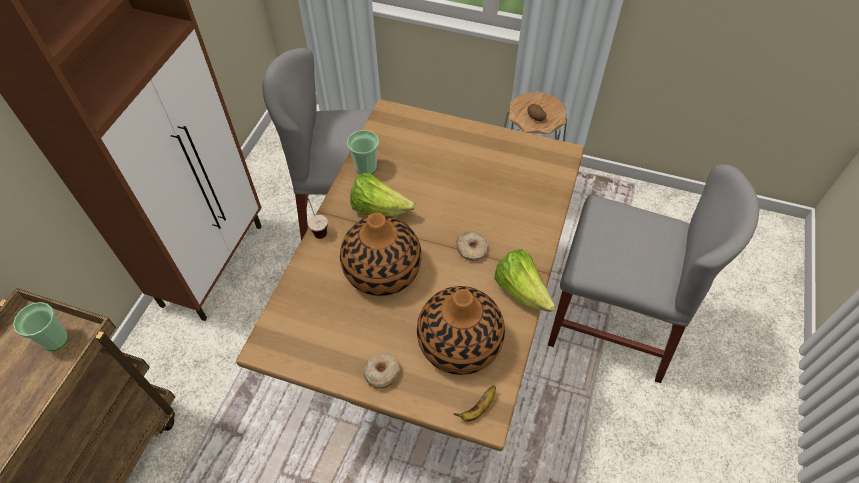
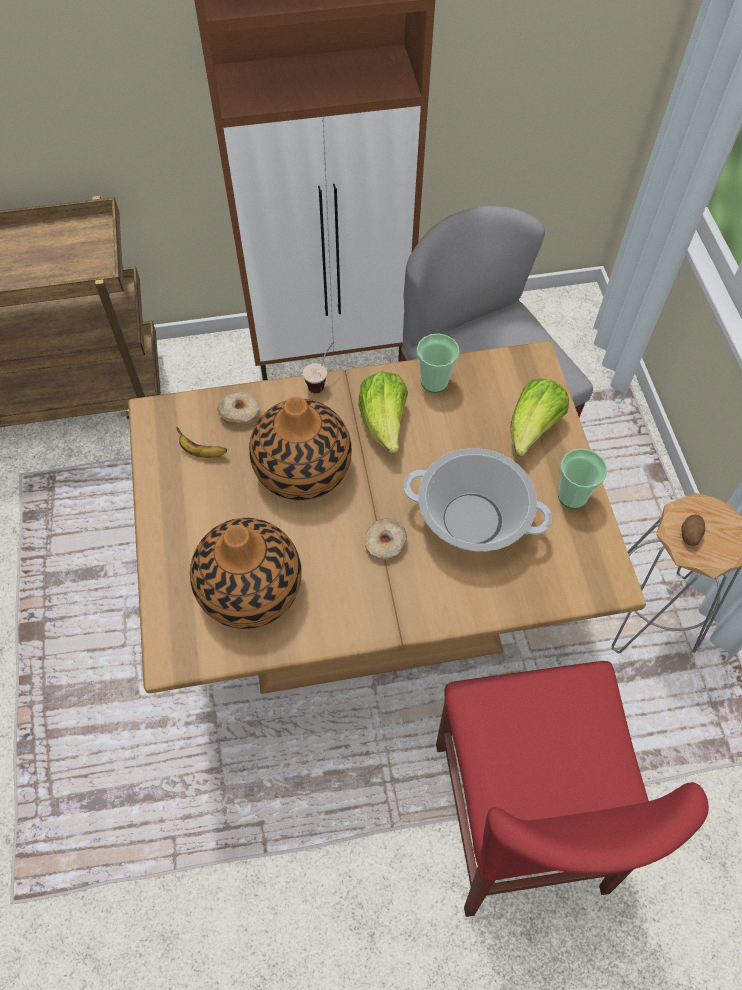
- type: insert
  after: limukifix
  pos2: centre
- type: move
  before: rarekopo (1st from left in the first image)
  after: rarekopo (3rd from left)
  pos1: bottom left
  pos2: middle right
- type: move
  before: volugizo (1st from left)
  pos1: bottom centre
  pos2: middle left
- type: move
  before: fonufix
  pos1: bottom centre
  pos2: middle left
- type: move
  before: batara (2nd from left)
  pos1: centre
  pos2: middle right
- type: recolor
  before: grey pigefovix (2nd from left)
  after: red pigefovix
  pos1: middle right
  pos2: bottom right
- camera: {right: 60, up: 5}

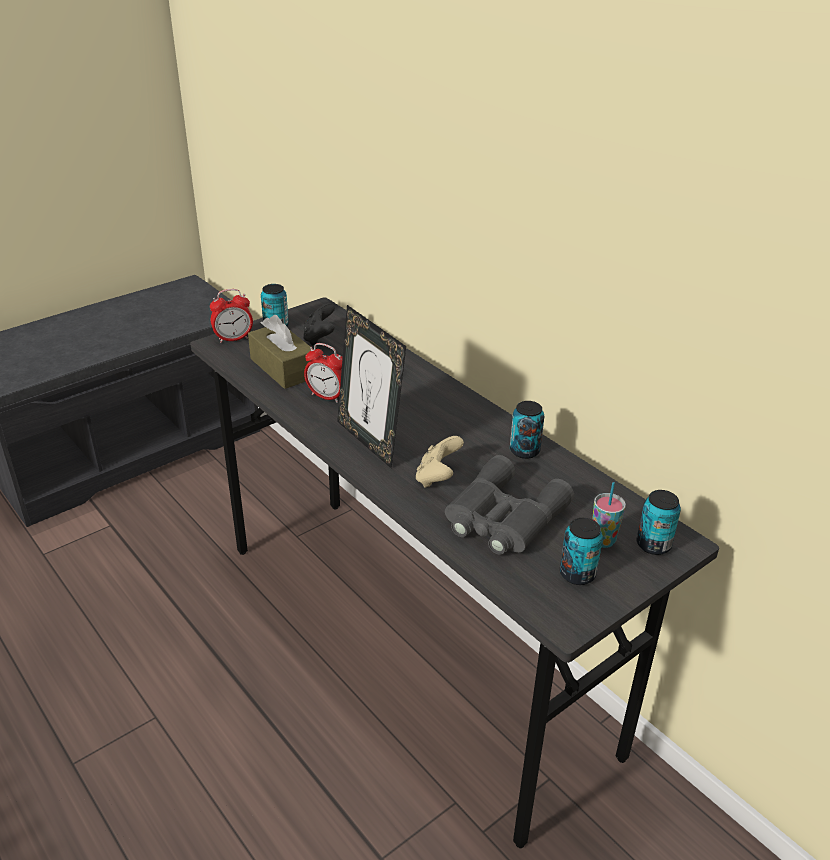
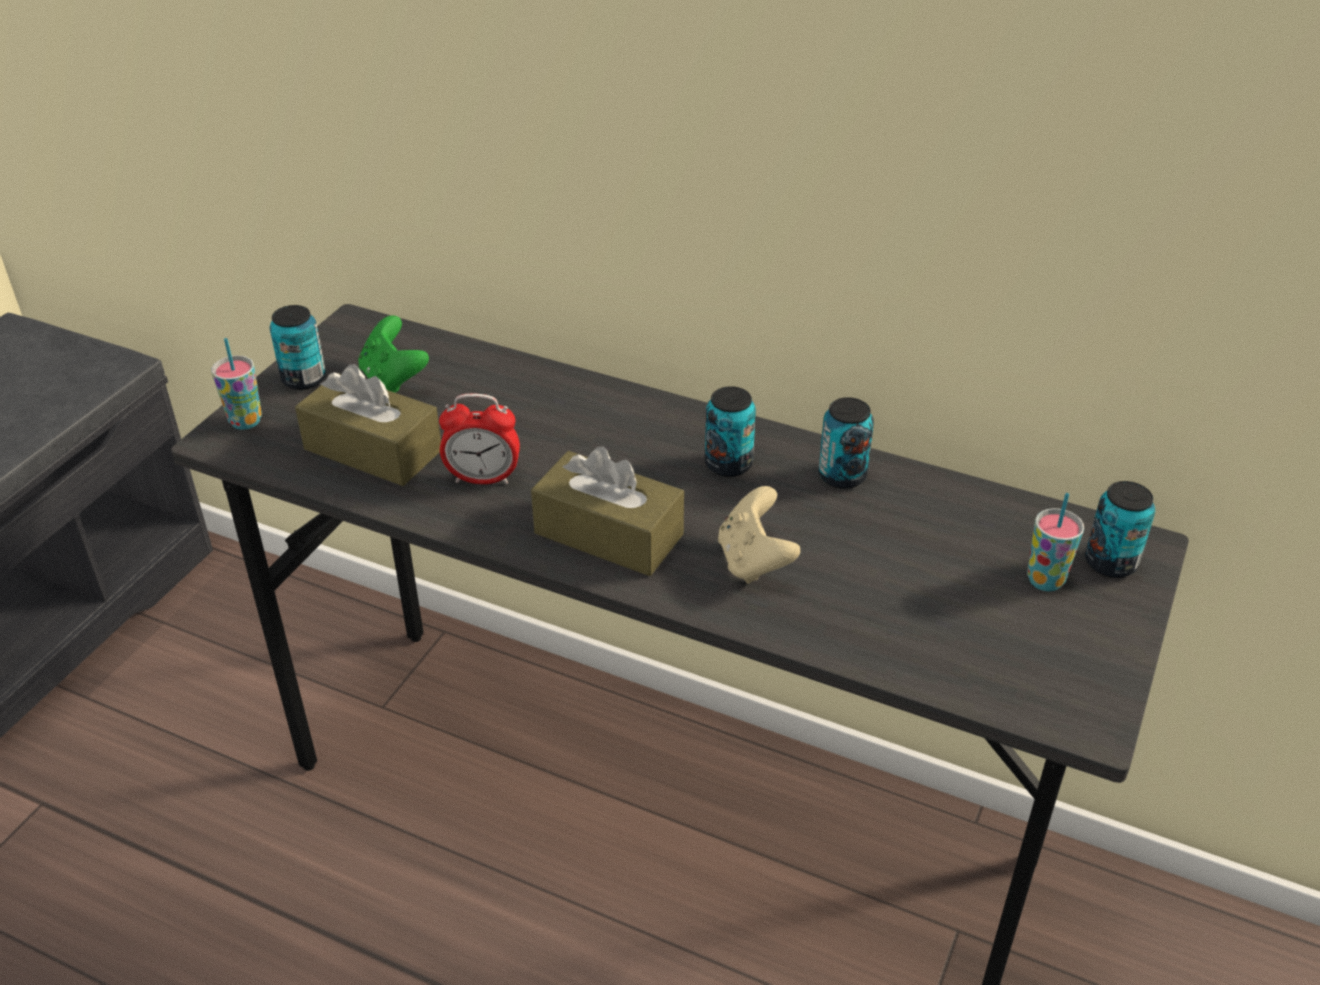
- type: delete
  before: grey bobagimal
  pos1: centre
- type: move
  before: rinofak (3rd from left in the first image)
  after: rinofak (2nd from left)
  pos1: middle right
  pos2: centre
- type: replace
  before: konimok (1st from left)
  after: rarekopo (1st from left)
  pos1: middle left
  pos2: middle left
- type: replace
  before: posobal
  after: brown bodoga (2nd from left)
  pos1: centre
  pos2: centre
- type: recolor
  before: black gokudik
  after: green gokudik
  pos1: centre
  pos2: middle left
- camera: {right: -25, up: 5}

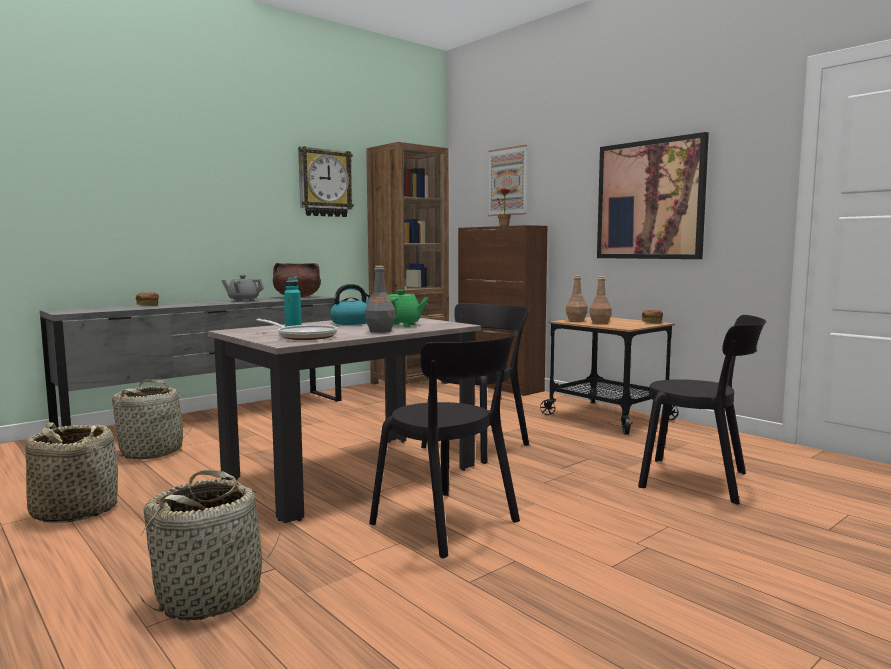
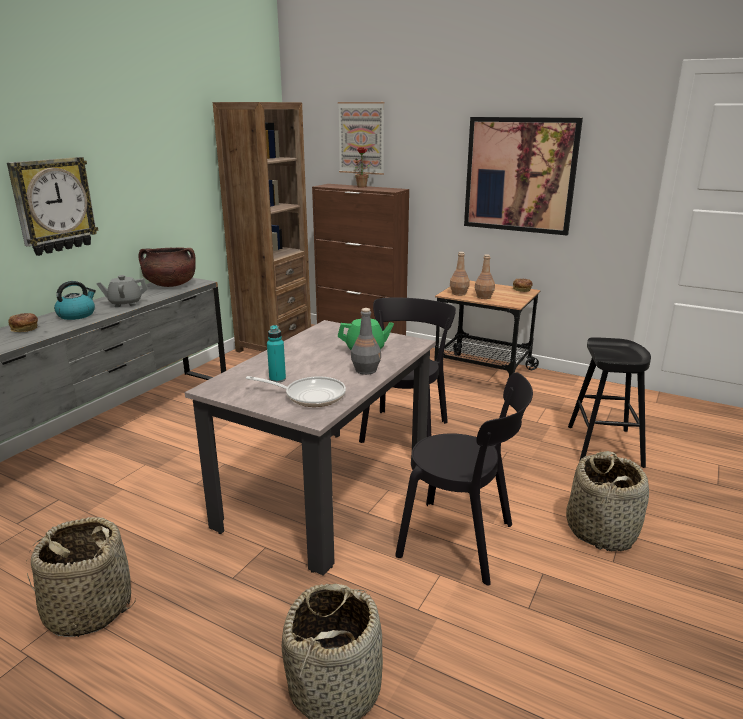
- type: move
  before: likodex (2nd from left in the first image)
  after: likodex (3rd from left)
  pos1: middle left
  pos2: bottom right
- type: move
  before: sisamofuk
  pos1: top centre
  pos2: top left
- type: move
  before: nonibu
  pos1: centre
  pos2: middle left
- type: replace
  before: black pigefovix (3rd from left)
  after: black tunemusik
  pos1: middle right
  pos2: middle right
- camera: {right: -20, up: 15}

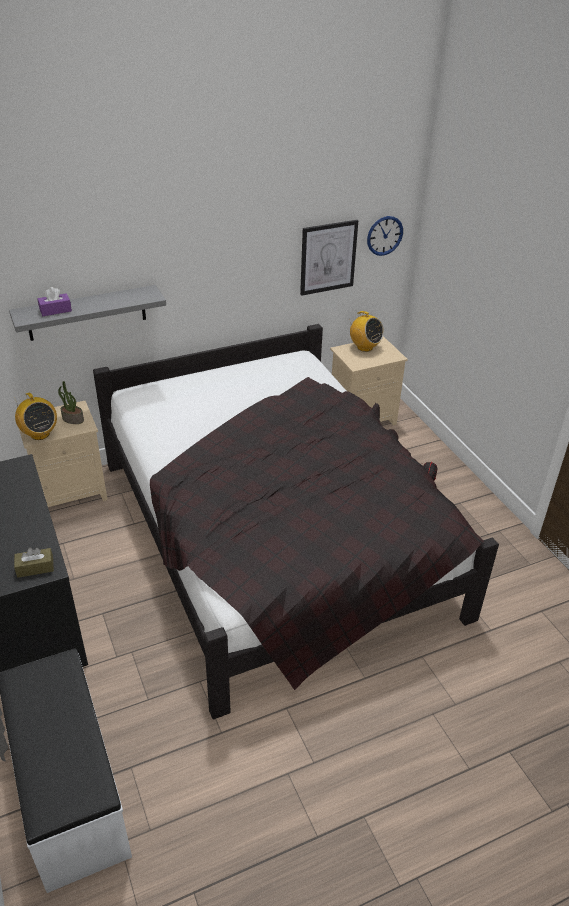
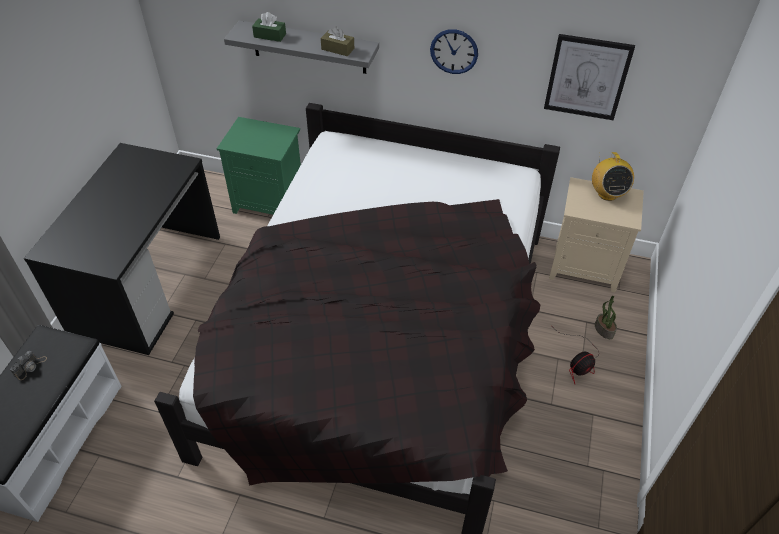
- type: delete
  before: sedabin (1st from left)
  pos1: middle left
- type: insert
  after: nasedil
  pos2: bottom left
- type: move
  before: brown bodoga
  pos1: middle left
  pos2: top centre
- type: move
  before: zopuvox
  pos1: middle left
  pos2: middle right
- type: move
  before: sisamofuk
  pos1: top right
  pos2: top centre
- type: recolor
  before: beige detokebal (1st from left)
  after: green detokebal
  pos1: middle left
  pos2: top left
- type: recolor
  before: purple bodoga
  after: green bodoga
  pos1: top left
  pos2: top centre
- camera: {right: 40, up: 10}

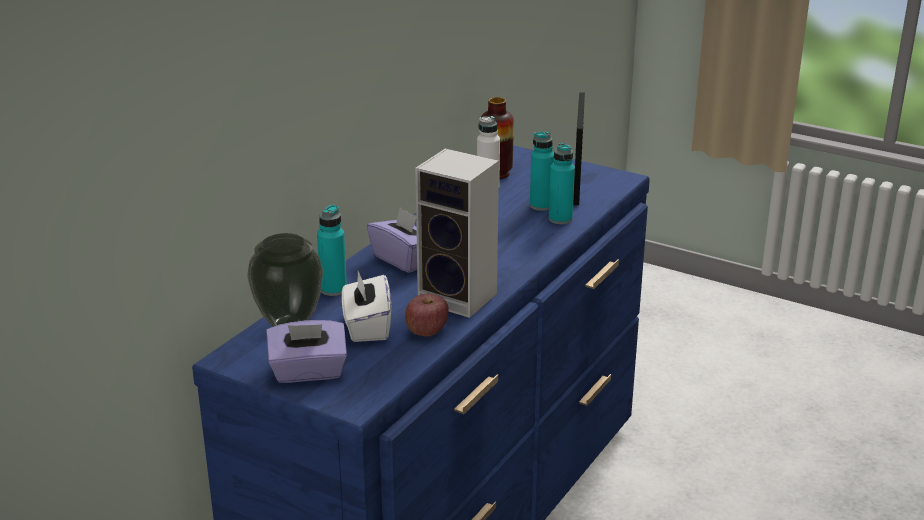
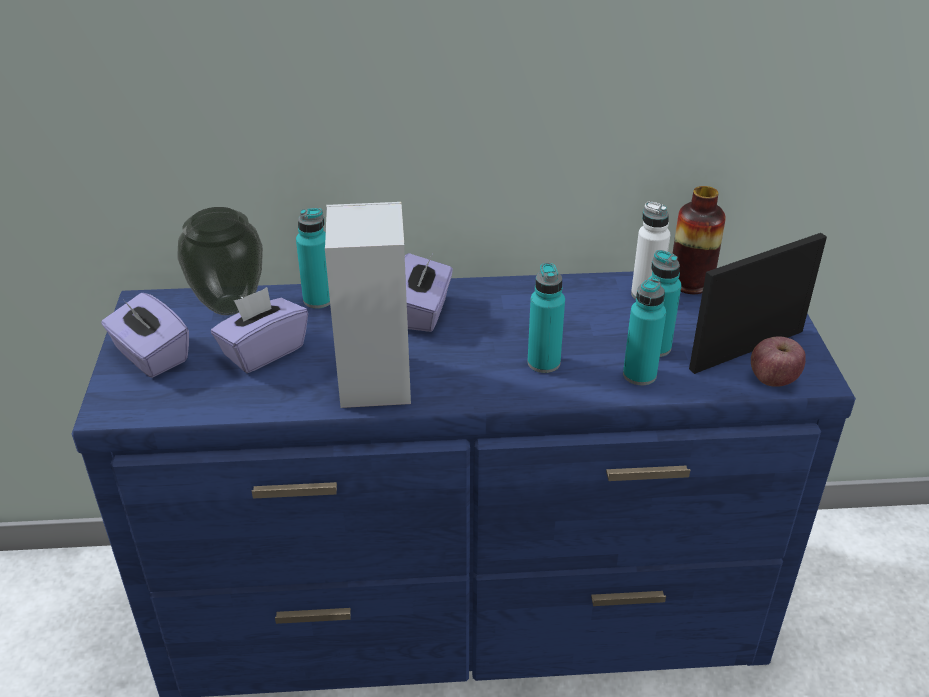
- type: insert
  after: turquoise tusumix (2nd from left)
  pos2: centre
- type: move
  before: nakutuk
  pos1: centre
  pos2: middle right
- type: recolor
  before: white bodoga
  after: purple bodoga (2nd from left)
  pos1: centre
  pos2: middle left
- camera: {right: 55, up: 10}

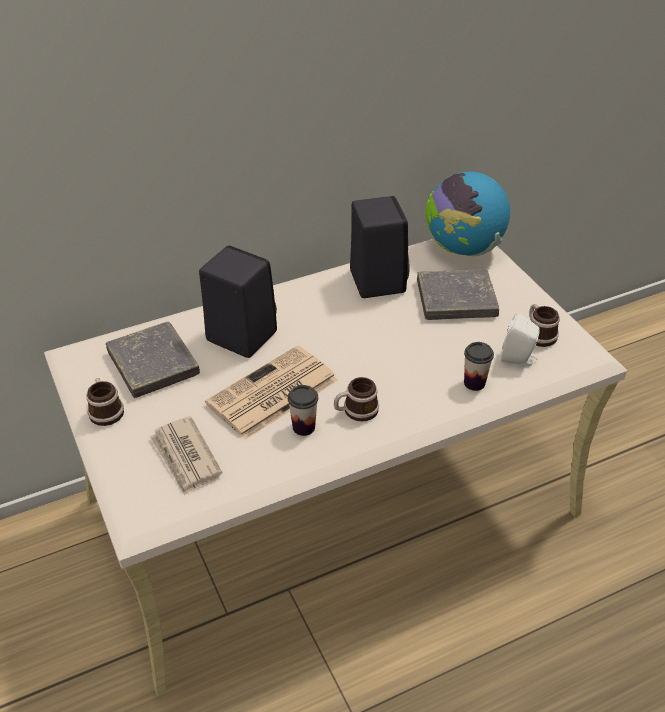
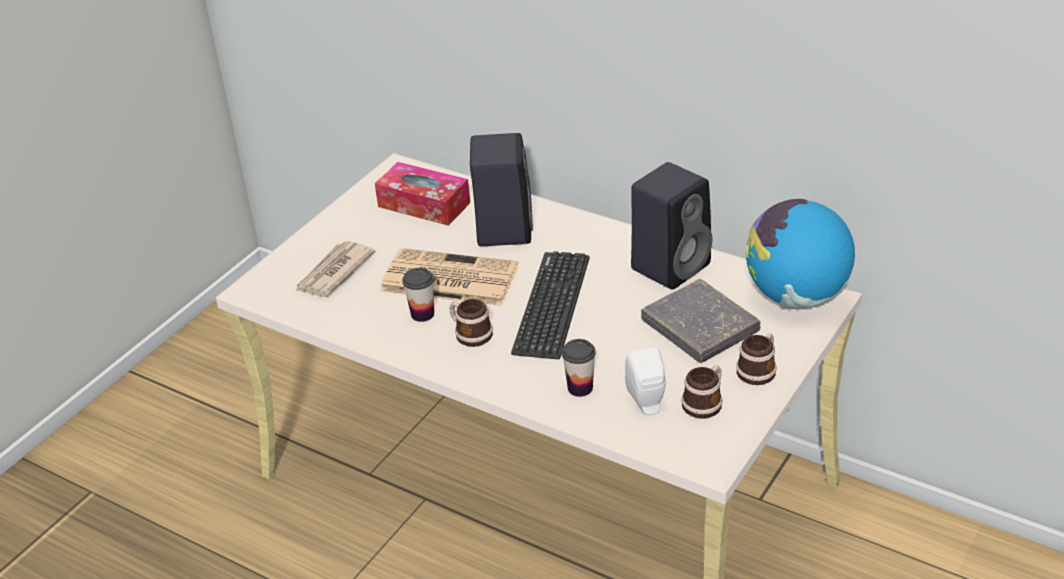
- type: insert
  after: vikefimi
  pos2: centre
- type: move
  before: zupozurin (1st from left in the first image)
  after: zupozurin (3rd from left)
  pos1: middle left
  pos2: middle right
- type: replace
  before: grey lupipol (1st from left)
  after: bodoga
  pos1: middle left
  pos2: centre
- camera: {right: 60, up: -5}

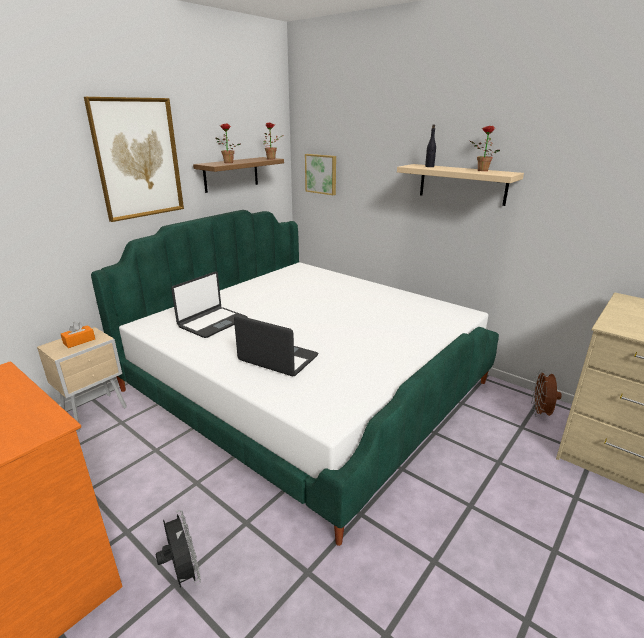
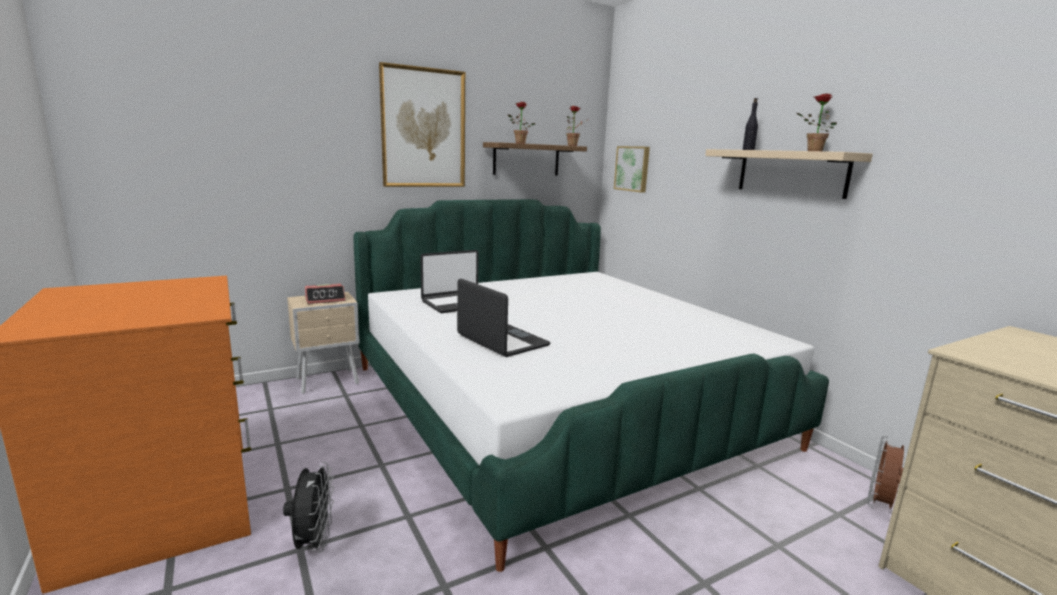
- type: replace
  before: orange bodoga
  after: konimok
  pos1: middle left
  pos2: middle left
- camera: {right: 20, up: -10}

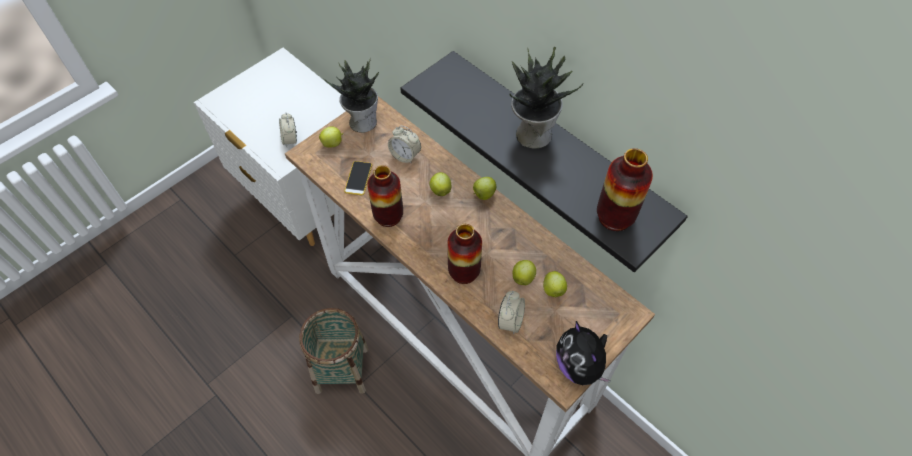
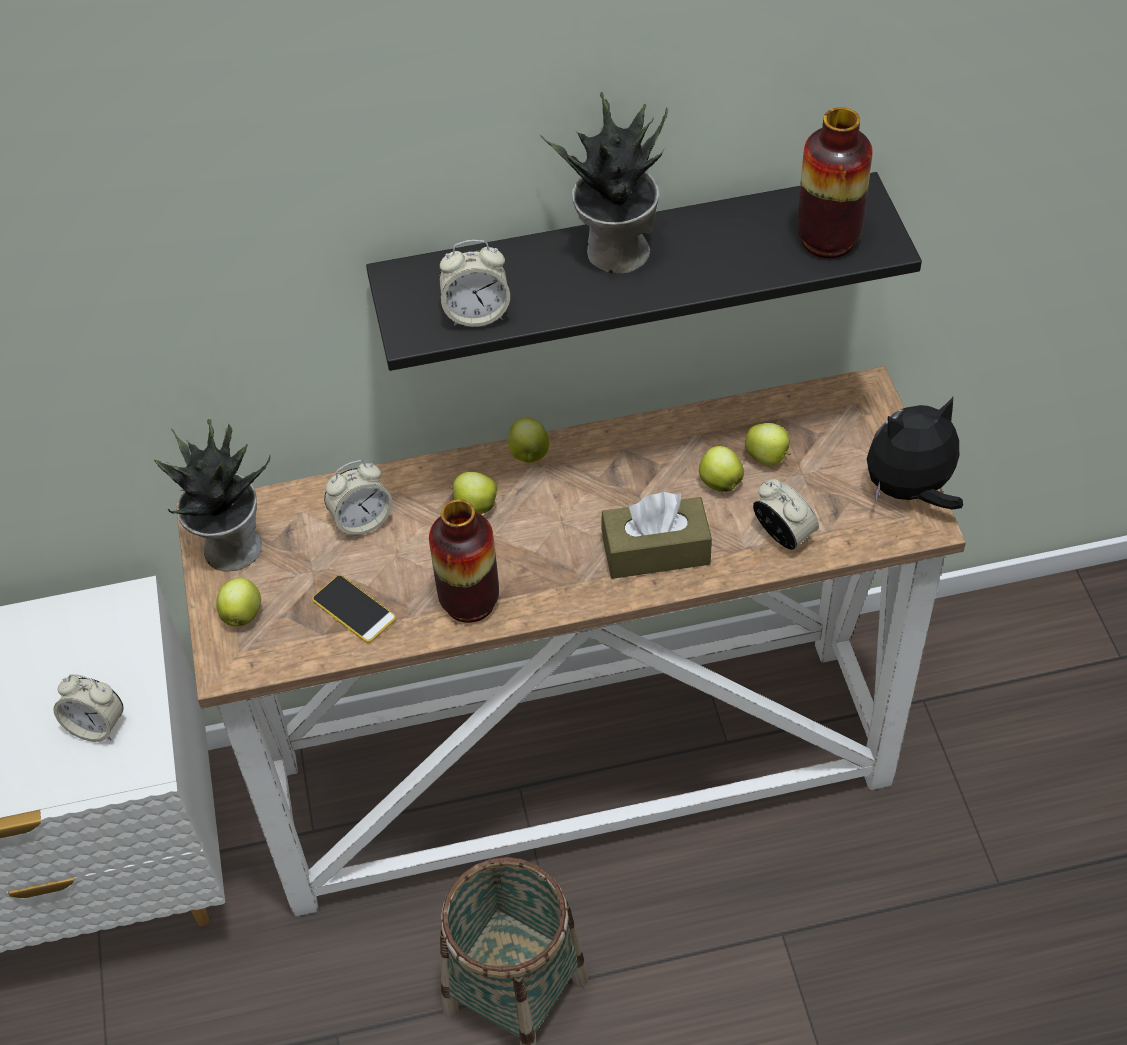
- type: insert
  after: konimok (3rd from left)
  pos2: top centre
- type: replace
  before: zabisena (2nd from left)
  after: brown bodoga
  pos1: centre
  pos2: centre
- type: rotate
  before: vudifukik
  pos1: bottom centre
  pos2: middle right
  turn: 150
- camera: {right: -55, up: -5}

